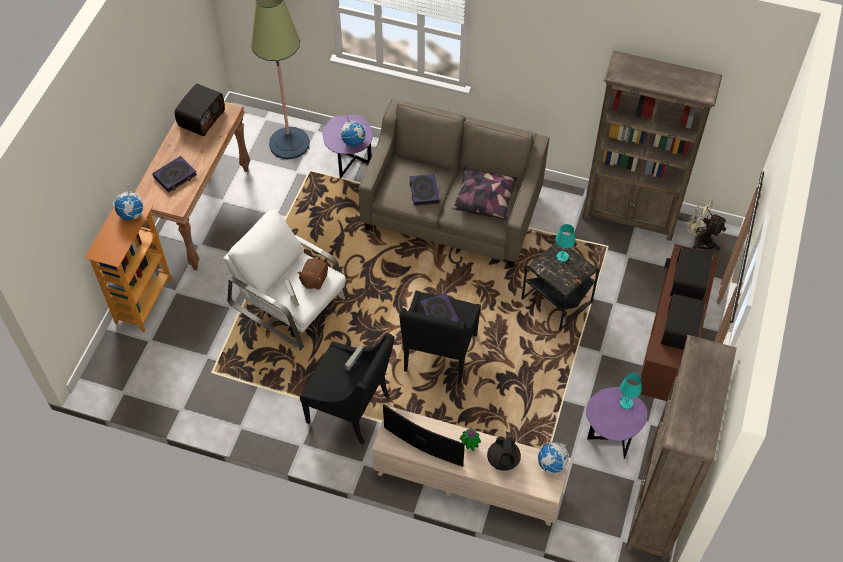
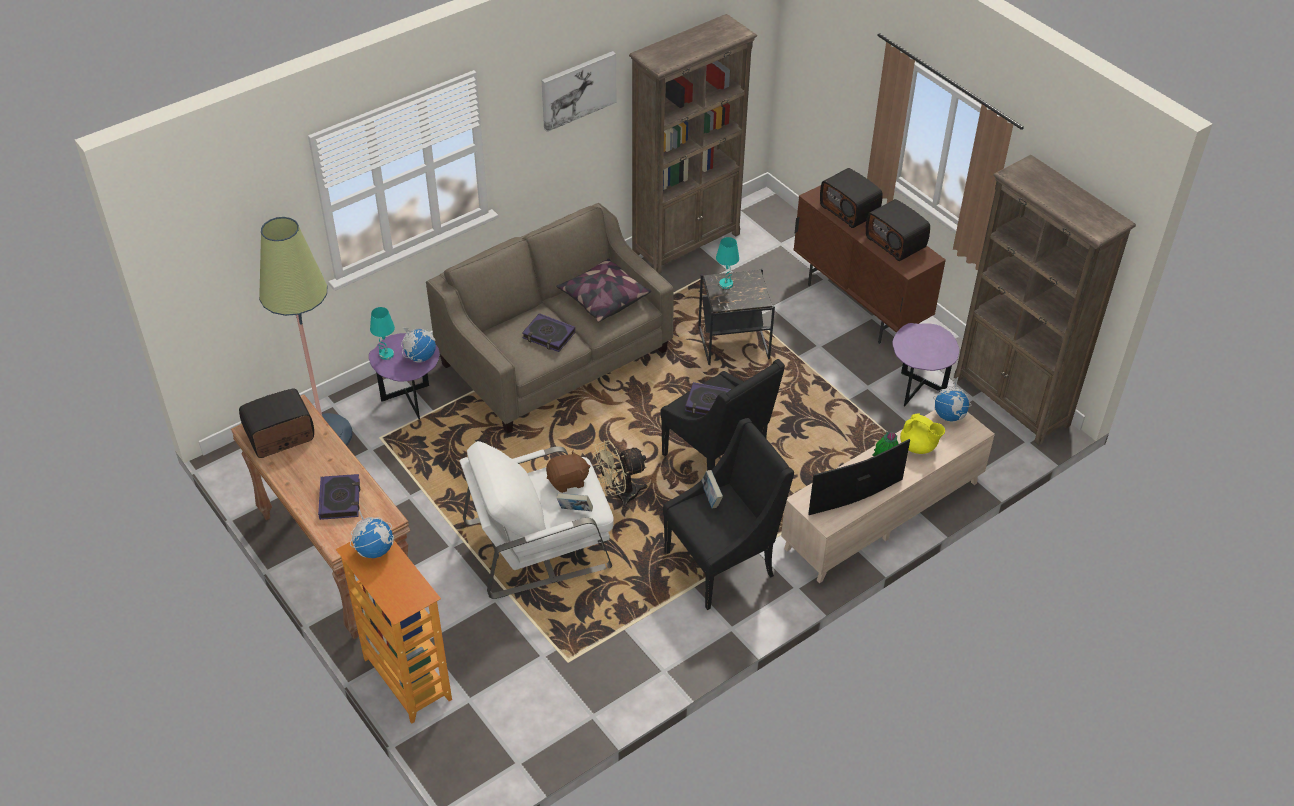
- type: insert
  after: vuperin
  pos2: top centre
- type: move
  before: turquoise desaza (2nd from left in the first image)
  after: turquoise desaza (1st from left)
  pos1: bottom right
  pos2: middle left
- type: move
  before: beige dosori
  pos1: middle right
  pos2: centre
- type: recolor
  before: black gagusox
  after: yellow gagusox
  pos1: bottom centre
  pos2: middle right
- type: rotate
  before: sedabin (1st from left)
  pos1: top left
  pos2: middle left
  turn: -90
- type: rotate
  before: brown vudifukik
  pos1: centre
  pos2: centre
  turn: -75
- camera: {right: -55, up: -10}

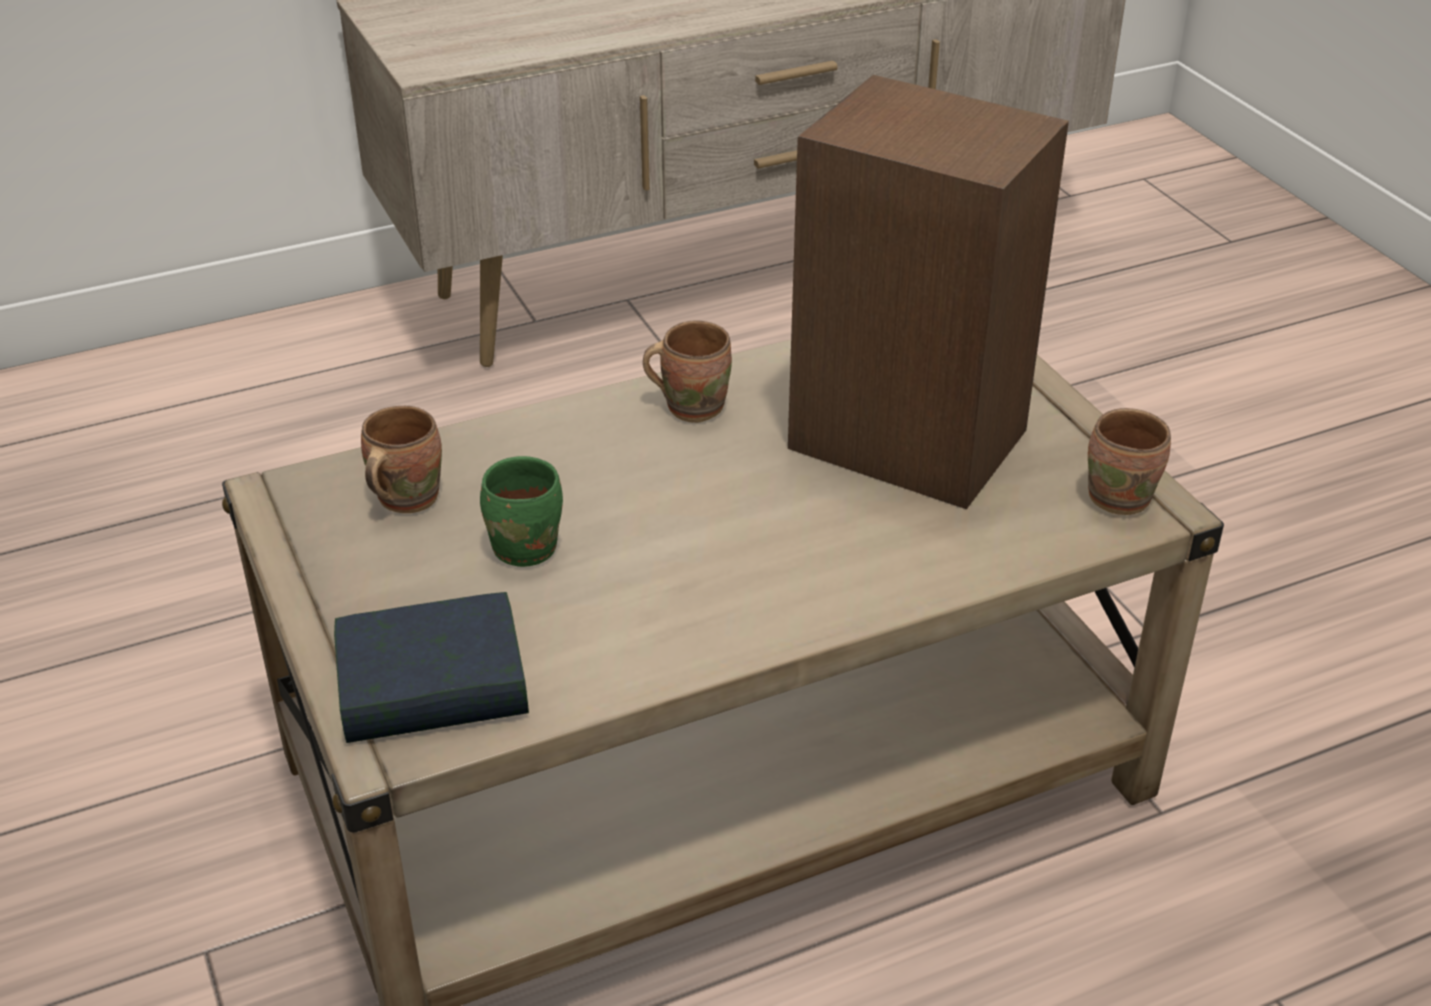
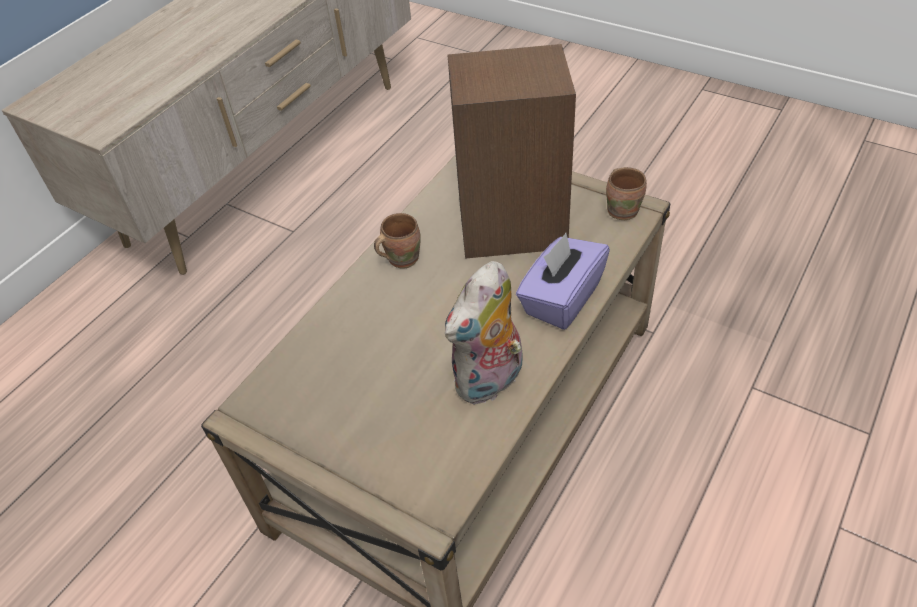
- type: delete
  before: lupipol
  pos1: middle left
- type: delete
  before: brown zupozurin (1st from left)
  pos1: middle left
- type: delete
  before: green zupozurin
  pos1: centre
- type: insert
  after: vudifukik
  pos2: centre
- type: insert
  after: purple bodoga
  pos2: centre
- camera: {right: -30, up: 10}

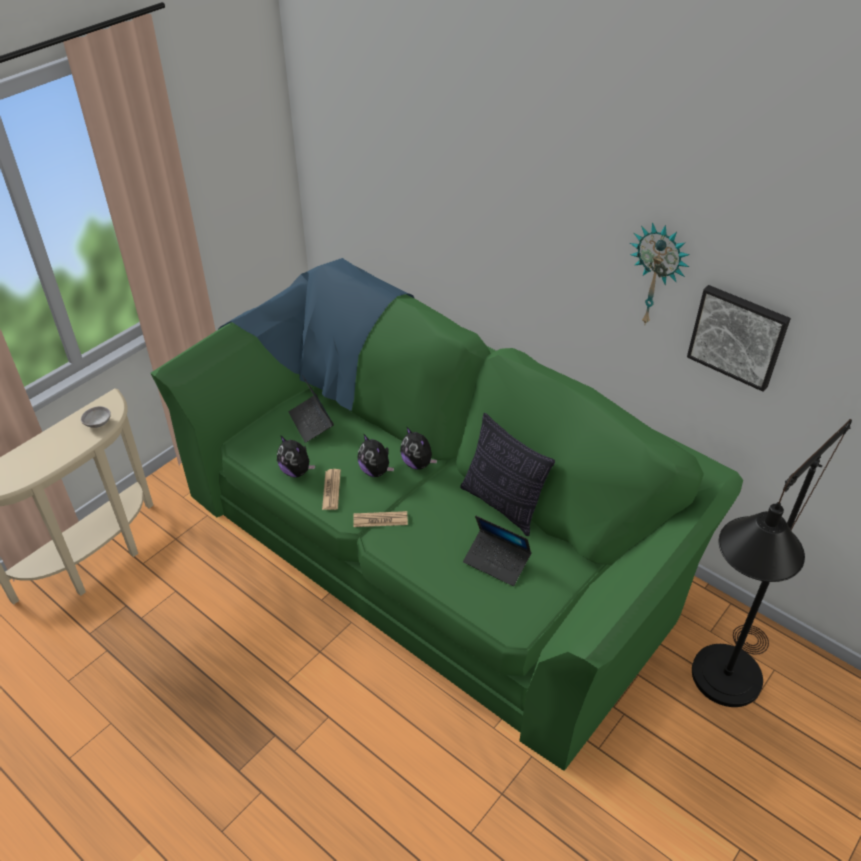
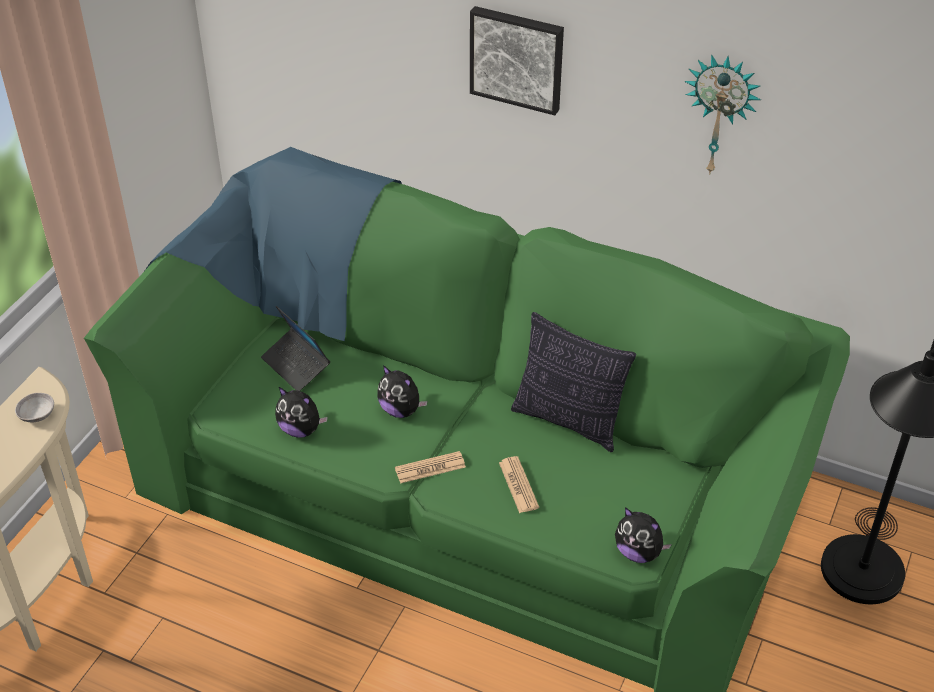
- type: delete
  before: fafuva (2nd from left)
  pos1: centre
- type: move
  before: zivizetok (1st from left in the first image)
  after: zivizetok (2nd from left)
  pos1: centre
  pos2: bottom centre
- type: move
  before: vudifukik (3rd from left)
  pos1: centre
  pos2: bottom right
- type: move
  before: vuperin
  pos1: middle right
  pos2: top centre
- camera: {right: -15, up: 0}

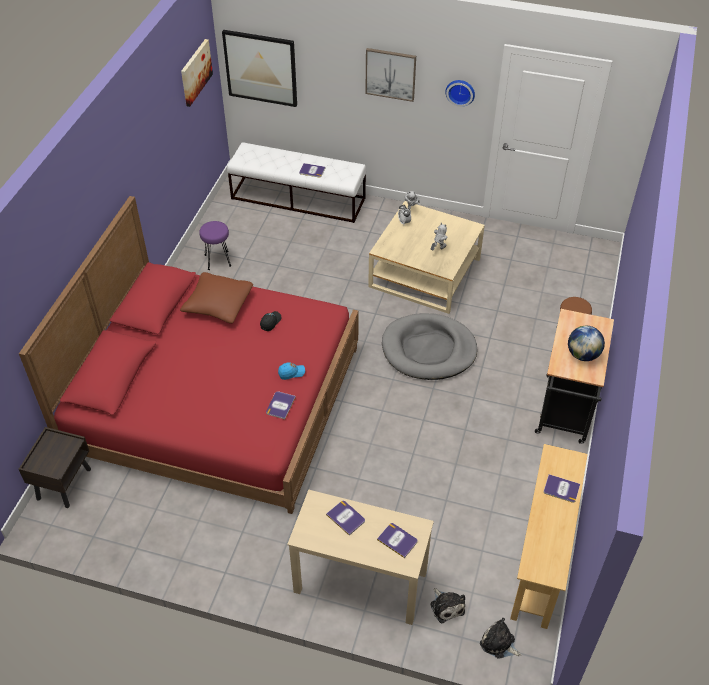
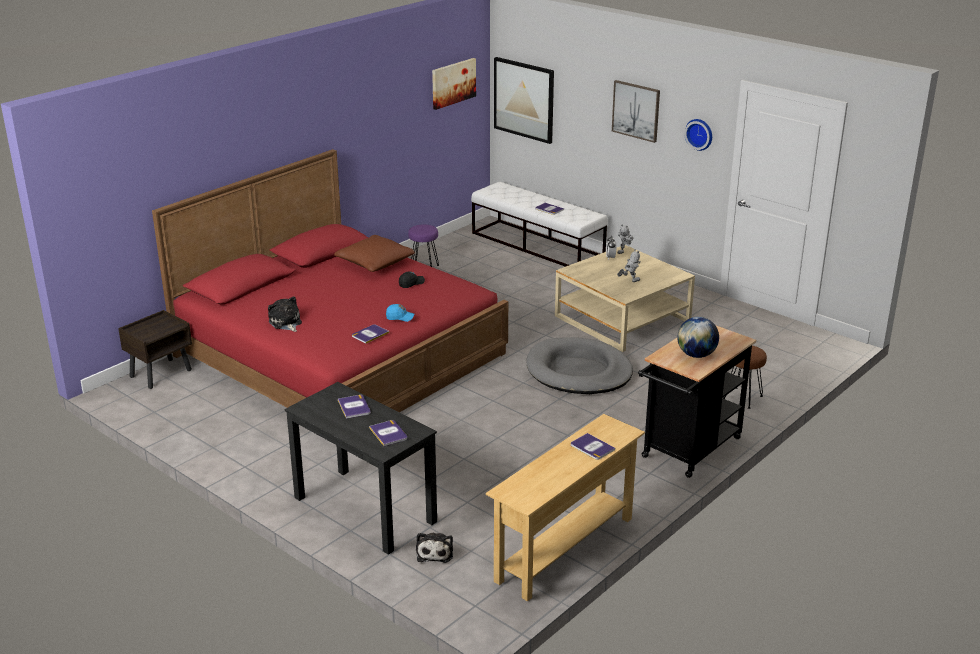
- type: move
  before: vudifukik (2nd from left in the first image)
  after: vudifukik (1st from left)
  pos1: bottom right
  pos2: middle left
- type: recolor
  before: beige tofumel
  after: black tofumel
  pos1: bottom centre
  pos2: bottom centre
- camera: {right: 25, up: -20}

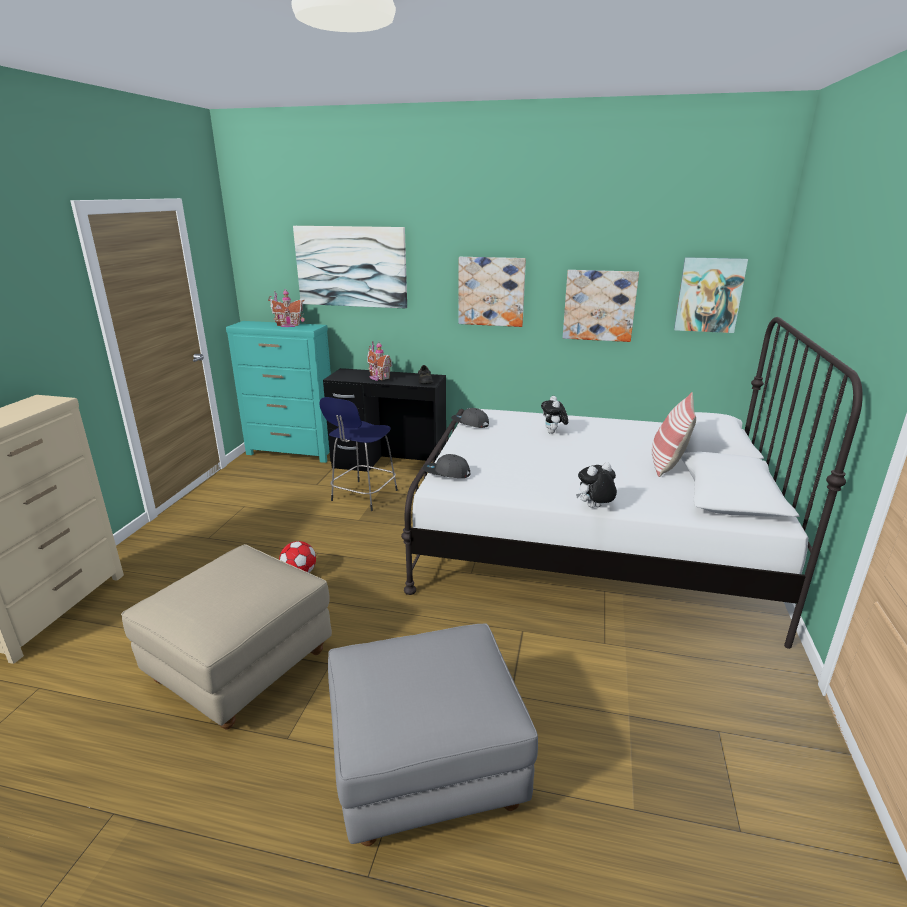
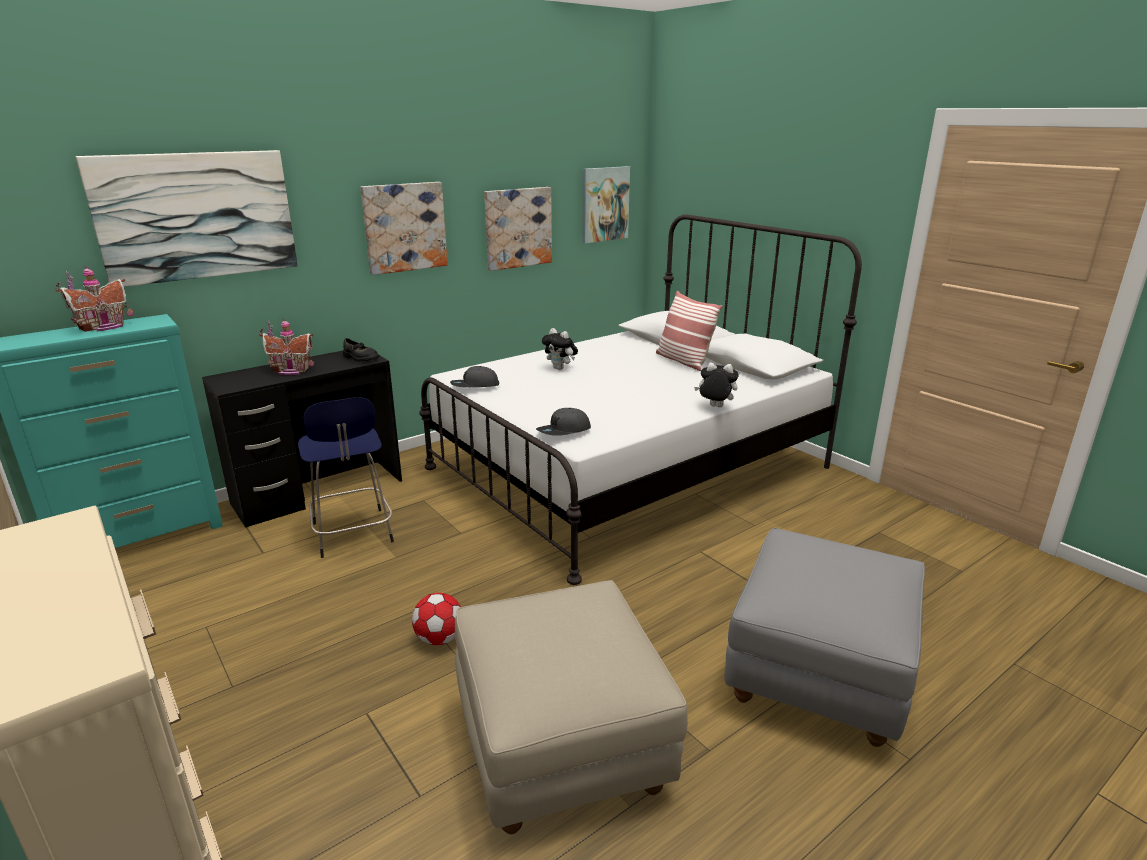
- type: rotate
  before: vudifukik (2nd from left)
  pos1: centre
  pos2: centre
  turn: 90
- camera: {right: -50, up: 0}

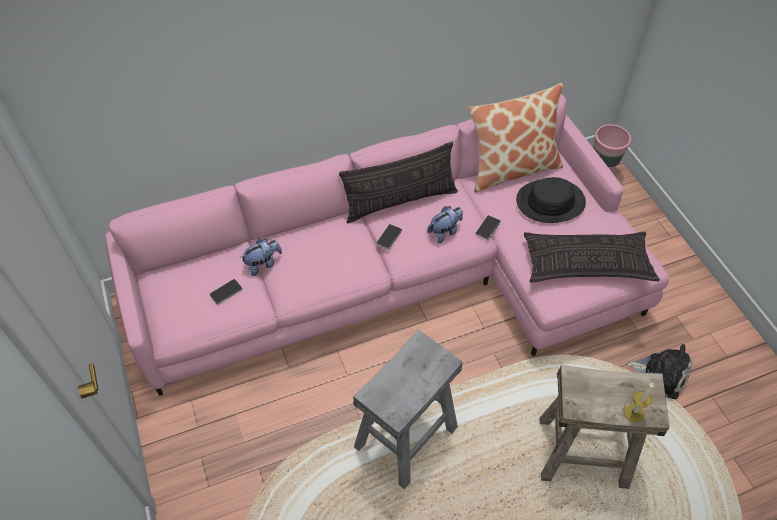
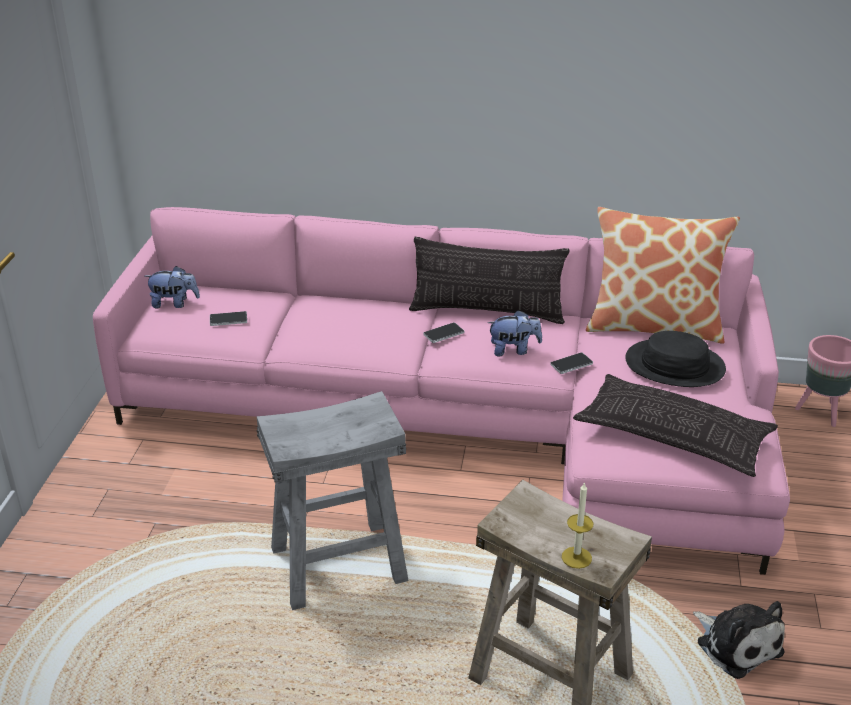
- type: move
  before: vudifukik (1st from left)
  pos1: centre
  pos2: middle left
- camera: {right: 30, up: -20}

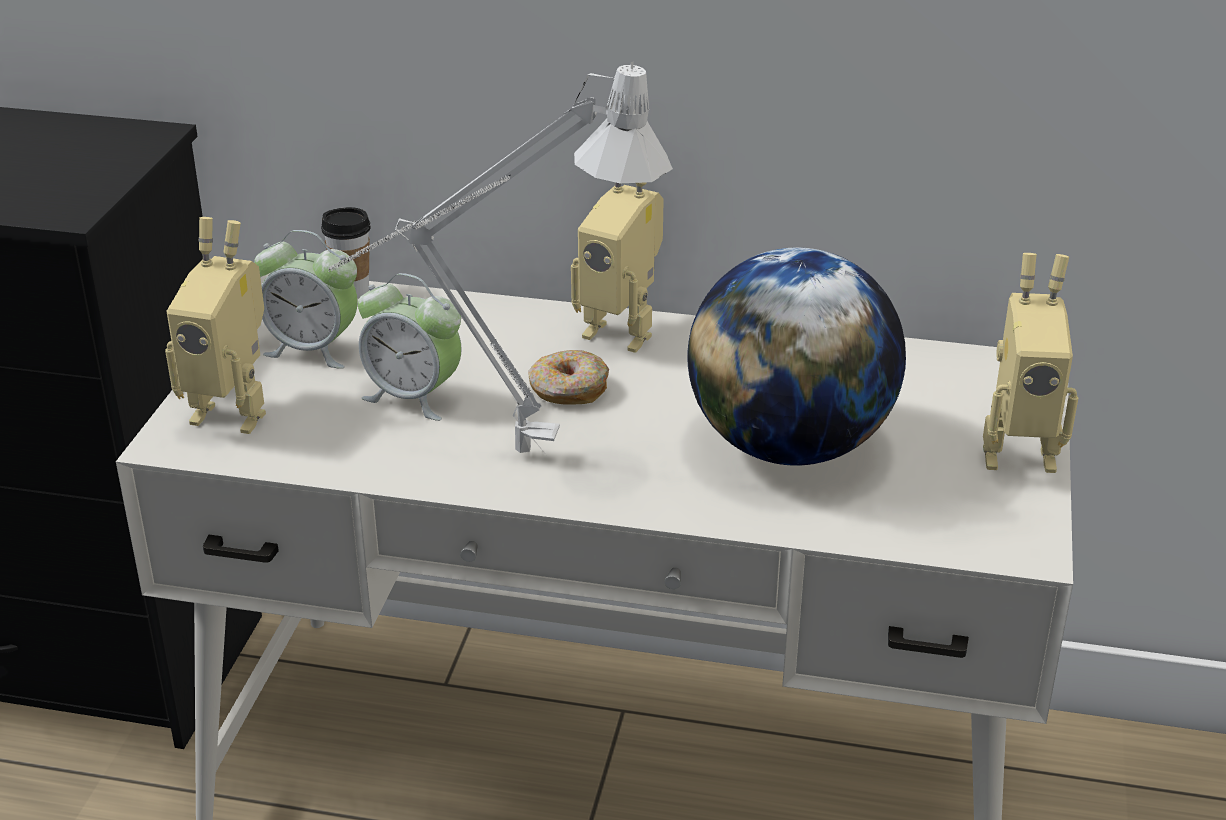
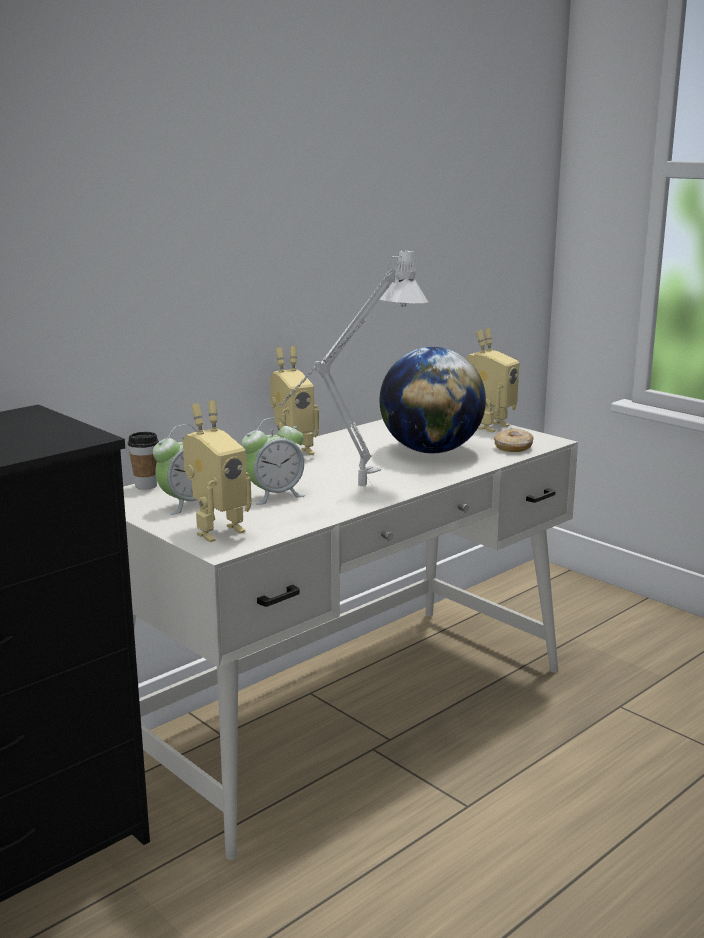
- type: move
  before: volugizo
  pos1: centre
  pos2: middle right
- camera: {right: -55, up: -15}

